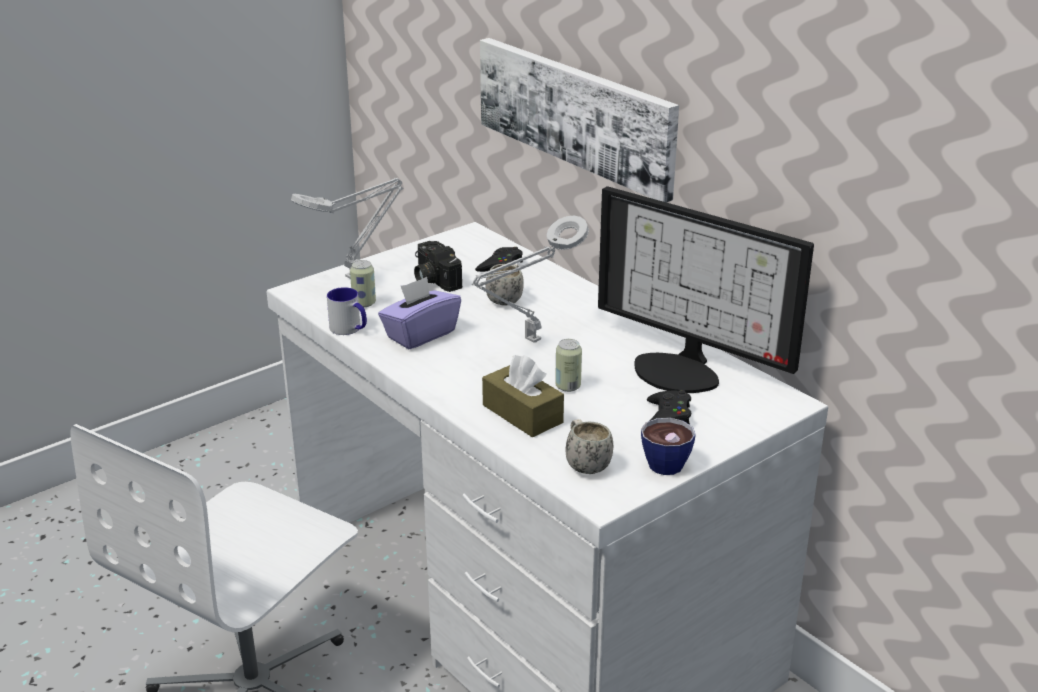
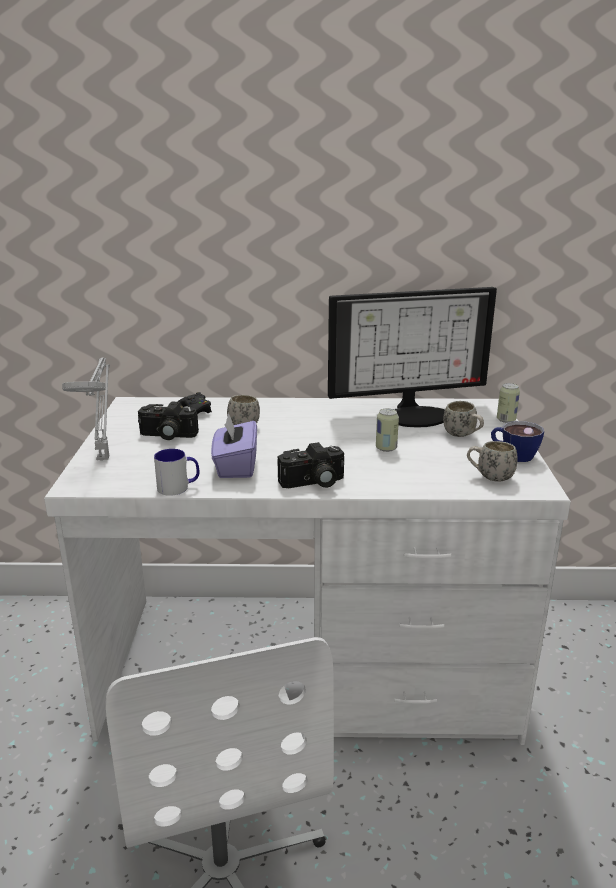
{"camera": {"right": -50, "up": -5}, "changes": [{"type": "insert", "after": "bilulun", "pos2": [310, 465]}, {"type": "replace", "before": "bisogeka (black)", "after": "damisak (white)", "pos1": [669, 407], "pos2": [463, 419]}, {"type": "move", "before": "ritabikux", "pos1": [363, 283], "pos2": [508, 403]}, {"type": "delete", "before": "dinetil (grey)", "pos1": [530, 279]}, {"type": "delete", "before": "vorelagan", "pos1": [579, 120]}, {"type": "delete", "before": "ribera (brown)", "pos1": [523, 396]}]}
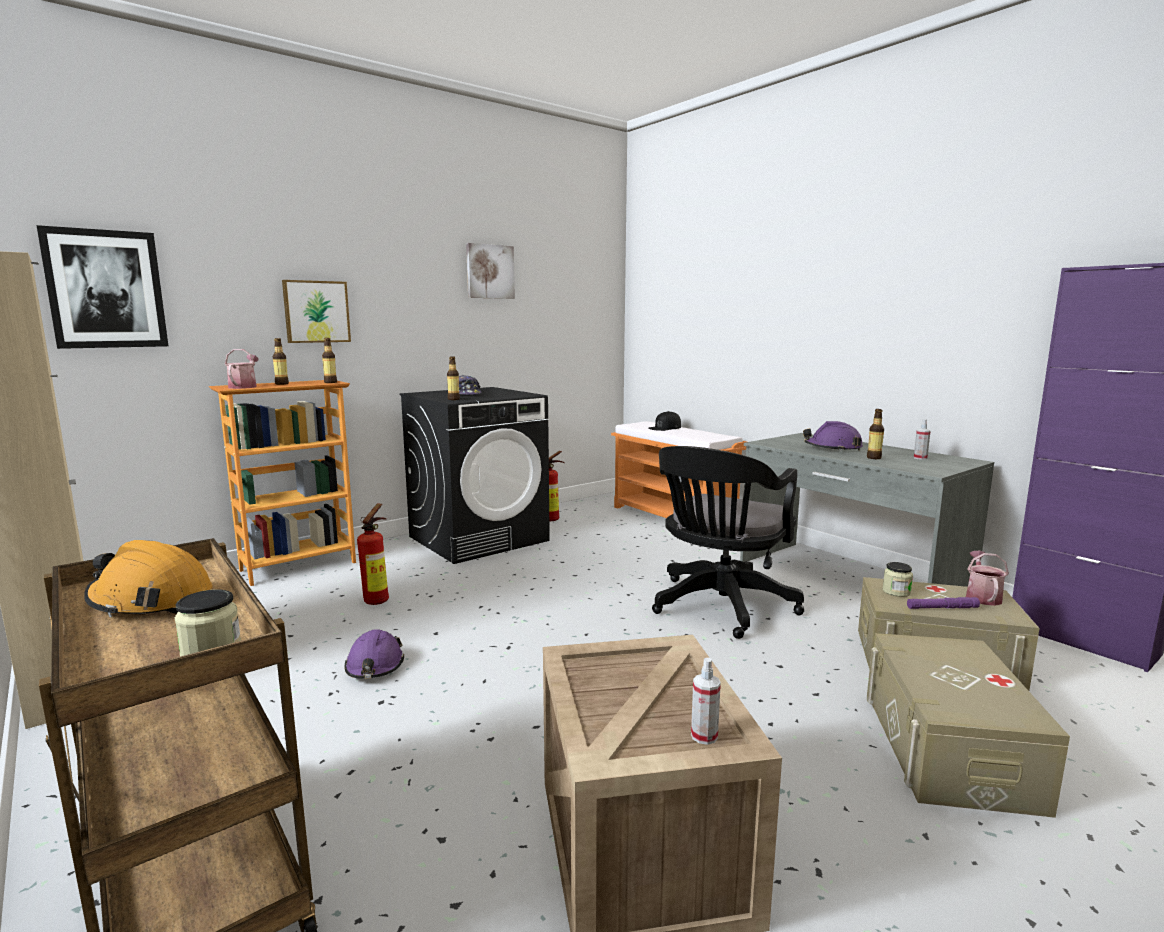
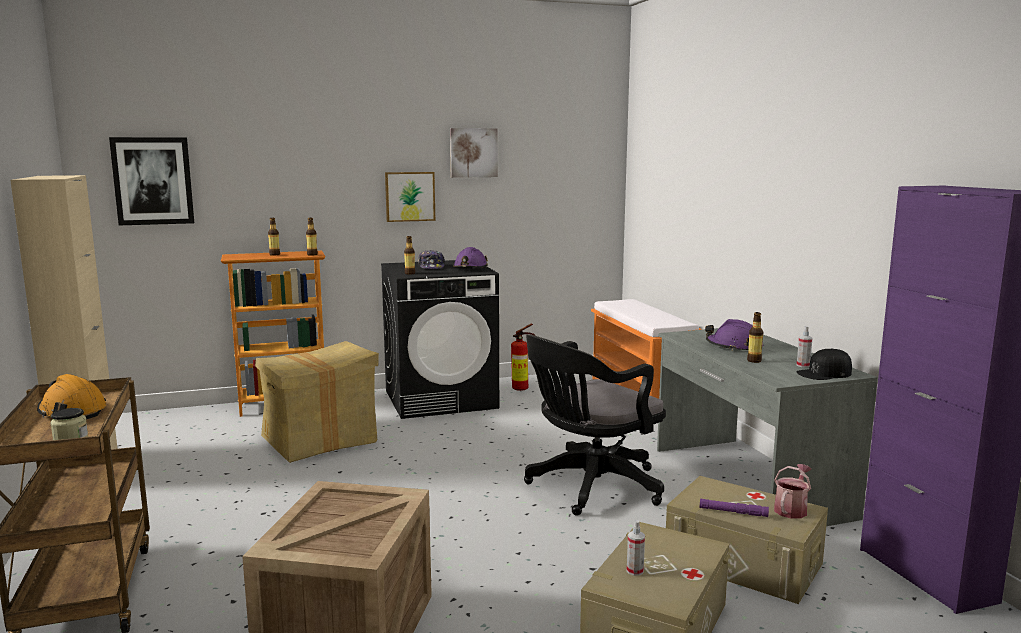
{"camera": {"right": 20, "up": 0}, "changes": [{"type": "replace", "before": "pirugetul", "after": "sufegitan", "pos1": [373, 554], "pos2": [317, 402]}, {"type": "move", "before": "vorelagan", "pos1": [316, 311], "pos2": [410, 197]}, {"type": "move", "before": "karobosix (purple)", "pos1": [374, 654], "pos2": [470, 257]}, {"type": "move", "before": "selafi", "pos1": [706, 701], "pos2": [636, 548]}, {"type": "move", "before": "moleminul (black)", "pos1": [664, 421], "pos2": [824, 364]}, {"type": "delete", "before": "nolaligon", "pos1": [241, 369]}, {"type": "delete", "before": "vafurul", "pos1": [897, 579]}]}
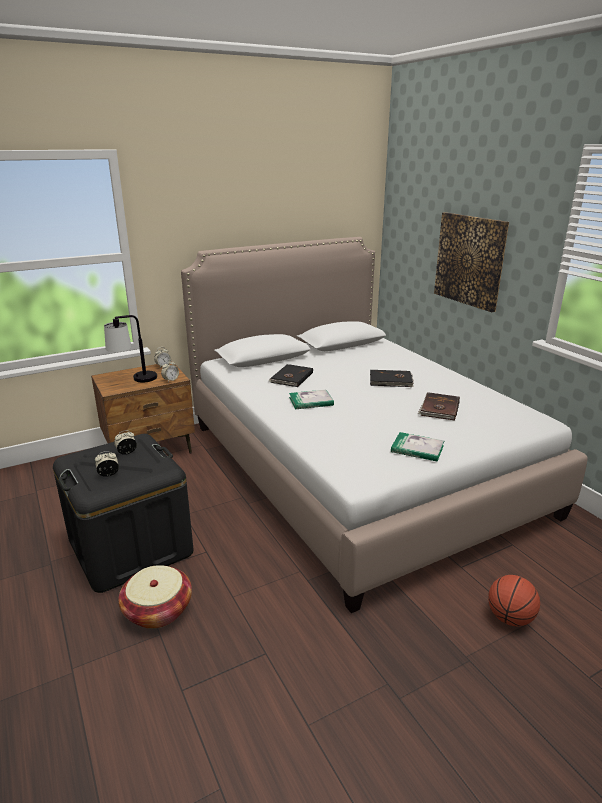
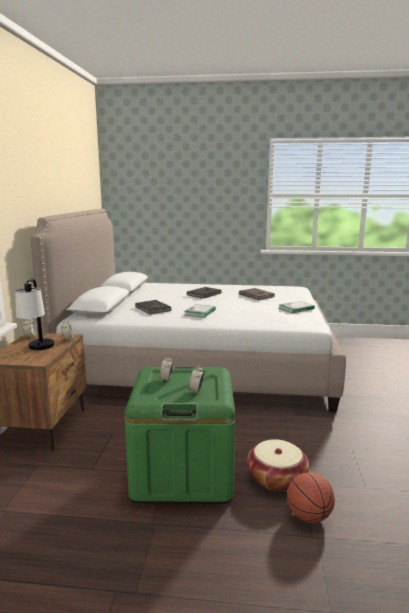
{"camera": {"right": -55, "up": -10}, "changes": [{"type": "recolor", "before": "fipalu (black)", "after": "fipalu (green)", "pos1": [123, 513], "pos2": [179, 435]}, {"type": "move", "before": "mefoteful", "pos1": [514, 600], "pos2": [311, 497]}, {"type": "delete", "before": "vorelagan", "pos1": [471, 262]}]}
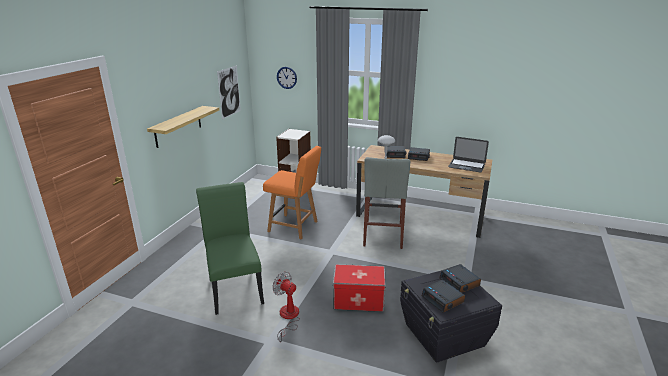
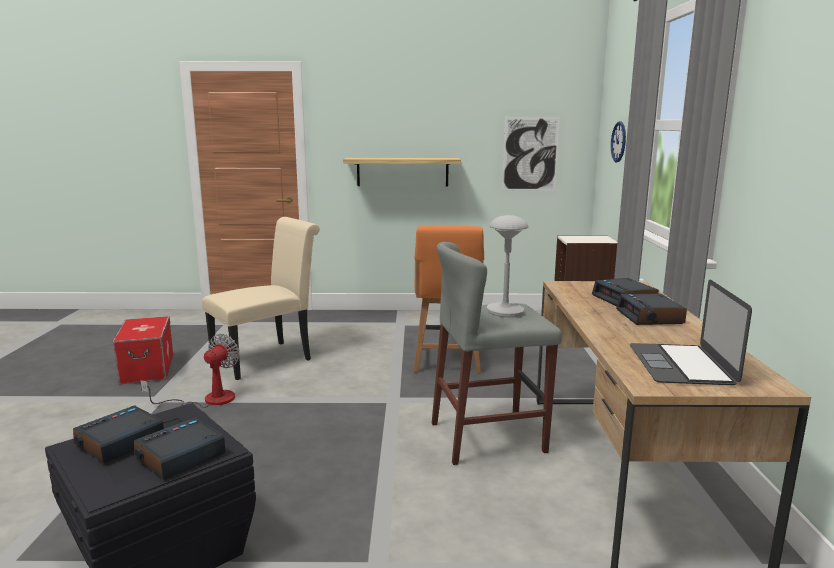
{"camera": {"right": 70, "up": -10}, "changes": [{"type": "move", "before": "fipalu", "pos1": [359, 288], "pos2": [142, 350]}, {"type": "recolor", "before": "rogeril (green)", "after": "rogeril (beige)", "pos1": [230, 248], "pos2": [261, 298]}]}
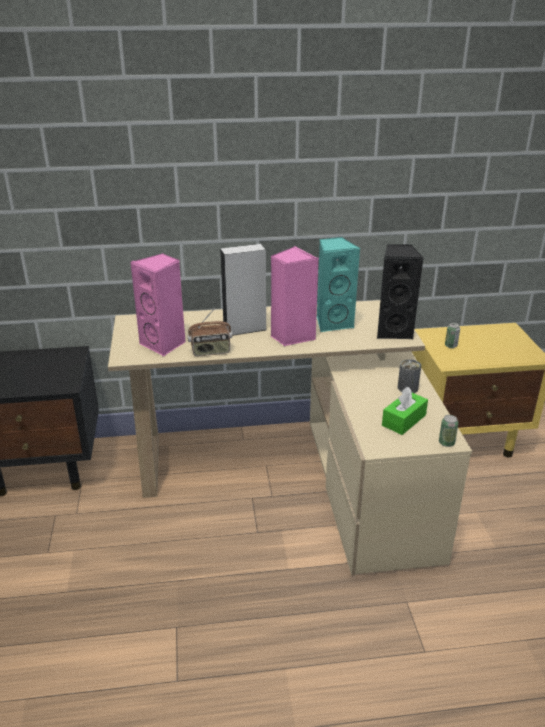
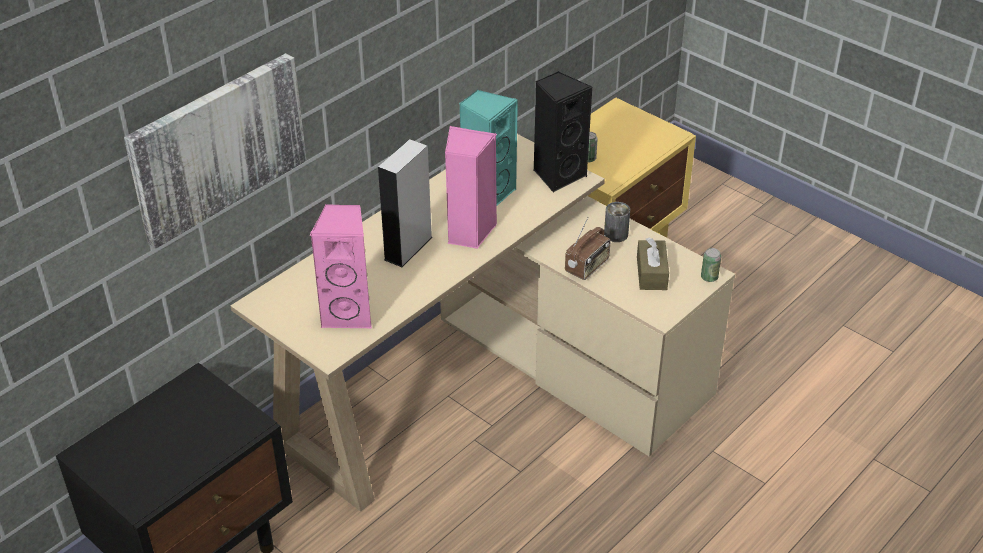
{"camera": {"right": -40, "up": 10}, "changes": [{"type": "insert", "after": "vorelagan", "pos2": [215, 151]}, {"type": "move", "before": "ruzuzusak", "pos1": [210, 332], "pos2": [588, 248]}, {"type": "recolor", "before": "ribera (green)", "after": "ribera (brown)", "pos1": [405, 411], "pos2": [653, 264]}]}
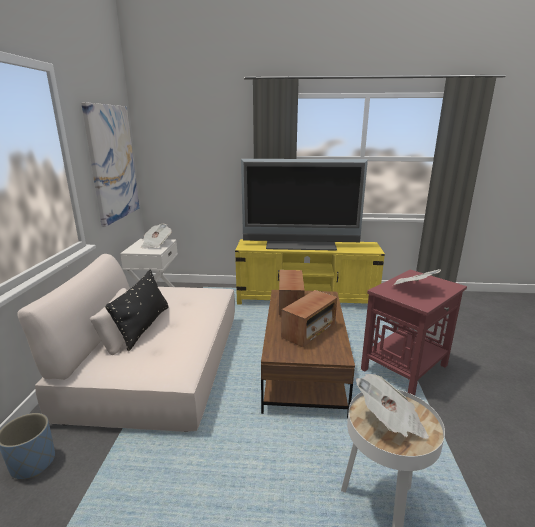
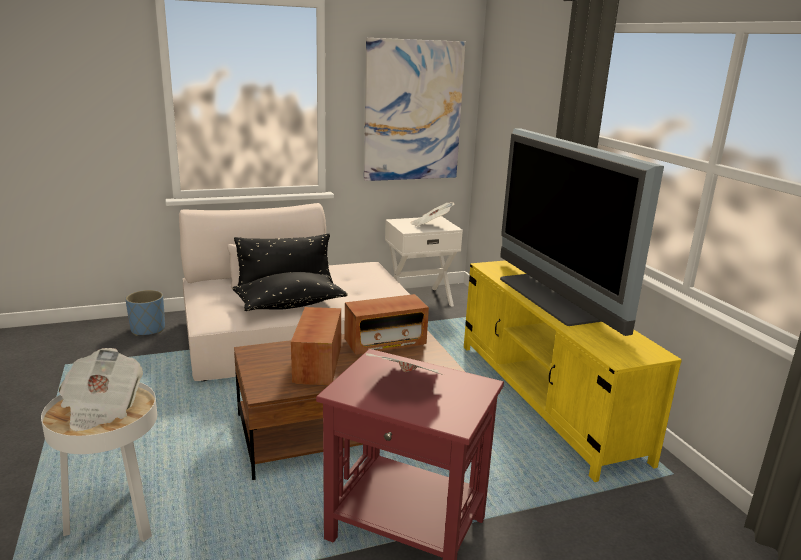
{"camera": {"right": 65, "up": 0}, "changes": [{"type": "insert", "after": "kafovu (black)", "pos2": [290, 291]}, {"type": "rotate", "before": "ruzuzusak", "pos1": [309, 318], "pos2": [316, 346], "turn": 75}]}
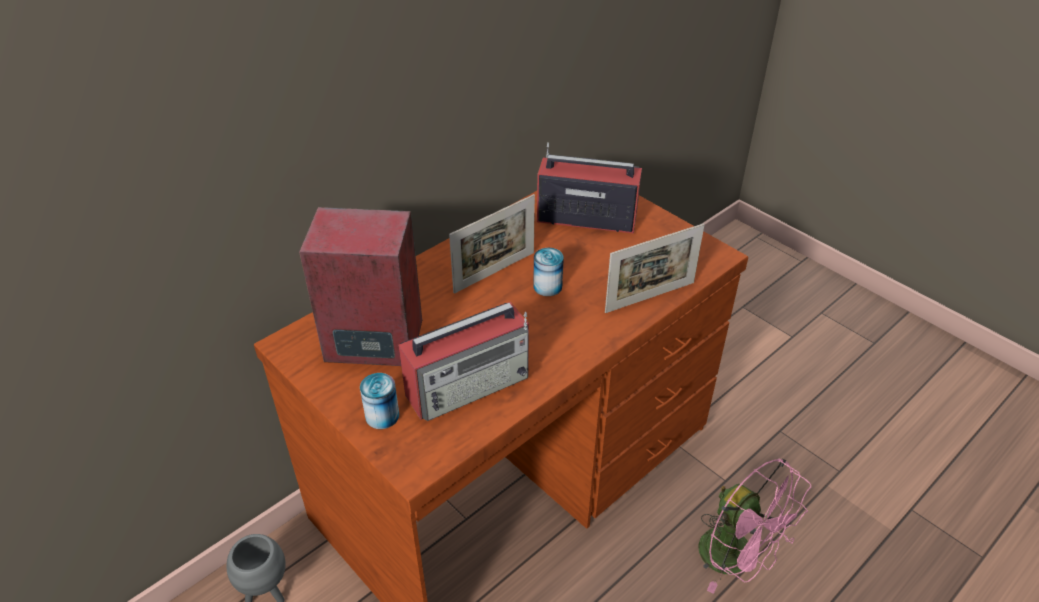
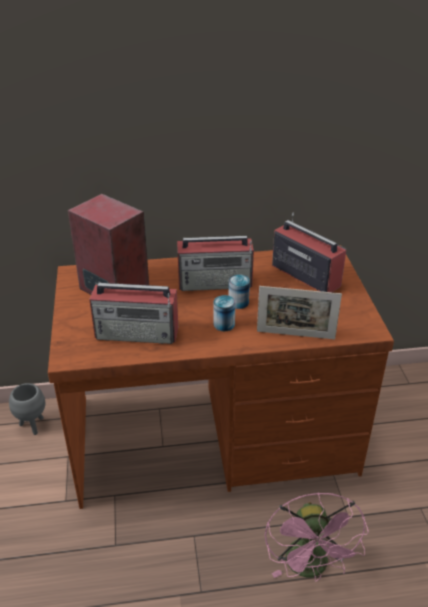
{"camera": {"right": 35, "up": -5}, "changes": [{"type": "replace", "before": "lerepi", "after": "ruzuzusak", "pos1": [492, 244], "pos2": [215, 263]}, {"type": "move", "before": "ritabikux", "pos1": [379, 401], "pos2": [225, 313]}]}
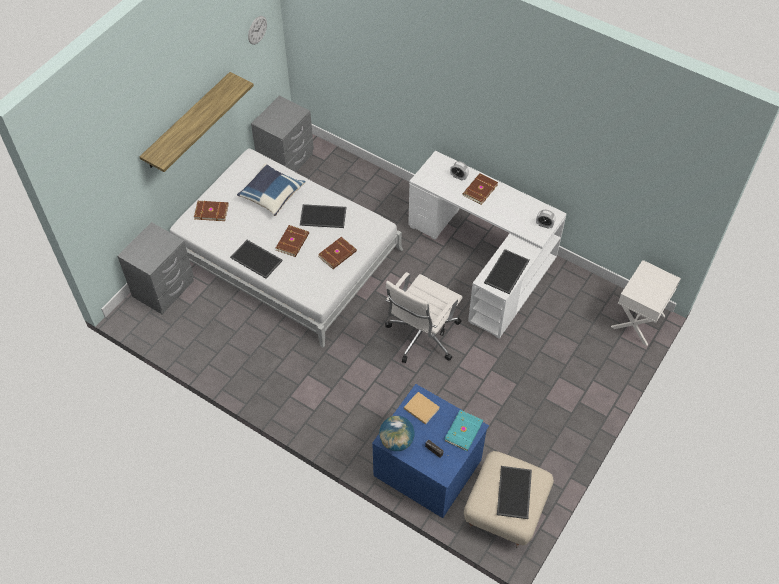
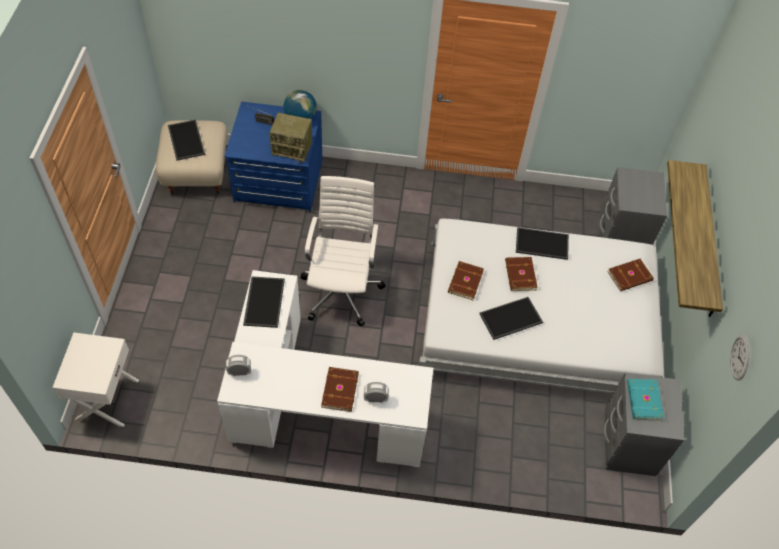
{"camera": {"right": 150, "up": 0}, "changes": [{"type": "replace", "before": "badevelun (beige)", "after": "ruzuzusak", "pos1": [422, 408], "pos2": [290, 138]}, {"type": "move", "before": "badevelun (turquoise)", "pos1": [463, 430], "pos2": [645, 400]}, {"type": "delete", "before": "kafovu (blue)", "pos1": [271, 189]}]}
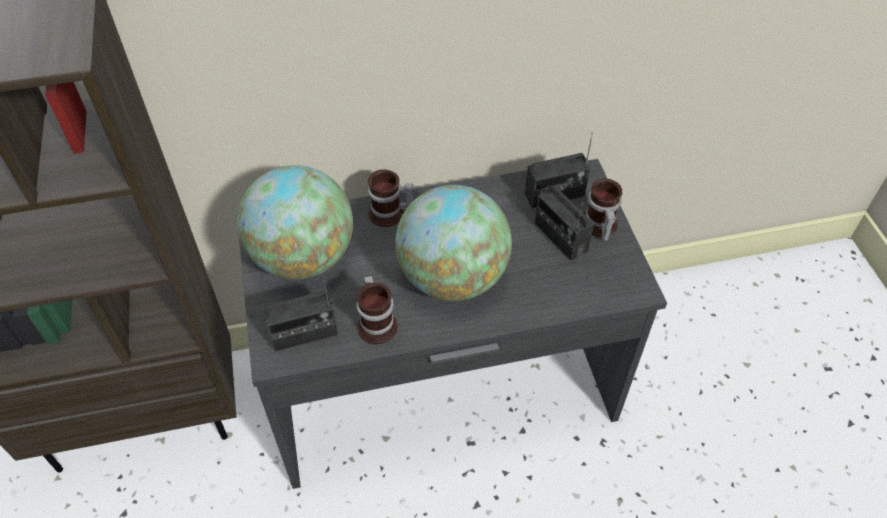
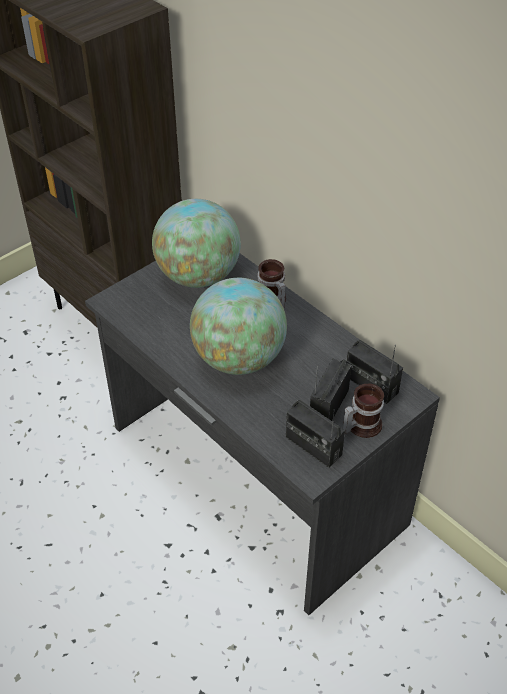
{"camera": {"right": 60, "up": -5}, "changes": [{"type": "move", "before": "ruzuzusak", "pos1": [300, 313], "pos2": [315, 434]}, {"type": "delete", "before": "damisak", "pos1": [377, 310]}]}
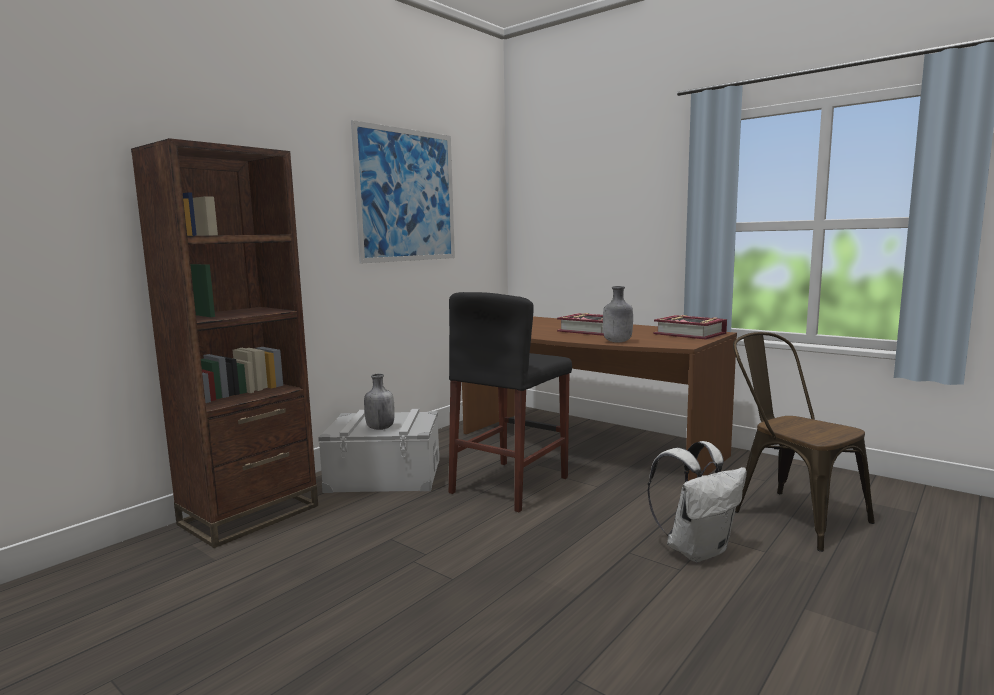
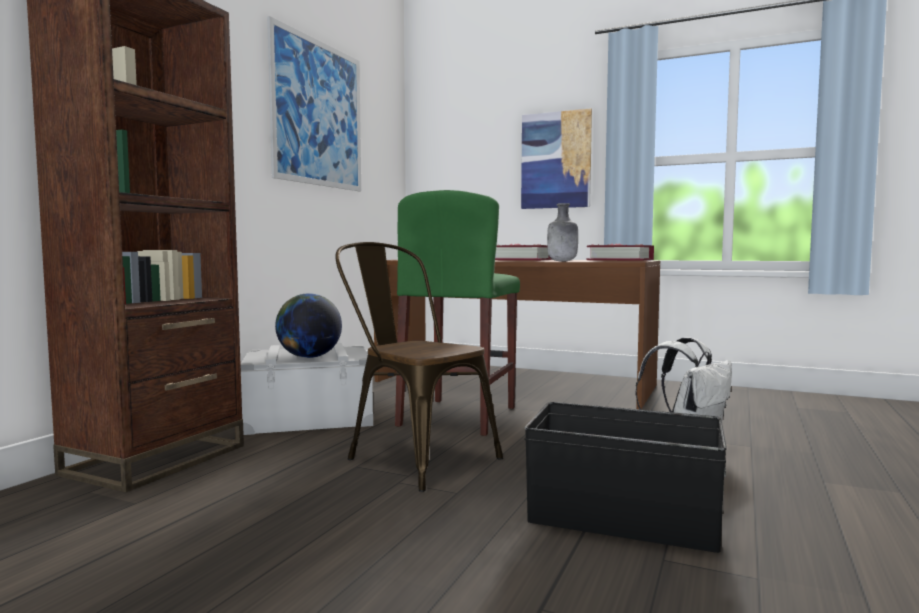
{"camera": {"right": -15, "up": -5}, "changes": [{"type": "replace", "before": "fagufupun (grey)", "after": "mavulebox", "pos1": [379, 402], "pos2": [308, 325]}, {"type": "move", "before": "rogeril (brown)", "pos1": [804, 442], "pos2": [419, 367]}, {"type": "recolor", "before": "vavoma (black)", "after": "vavoma (green)", "pos1": [510, 402], "pos2": [457, 313]}, {"type": "insert", "after": "vorelagan", "pos2": [556, 158]}, {"type": "insert", "after": "fipalu (black)", "pos2": [625, 477]}]}
